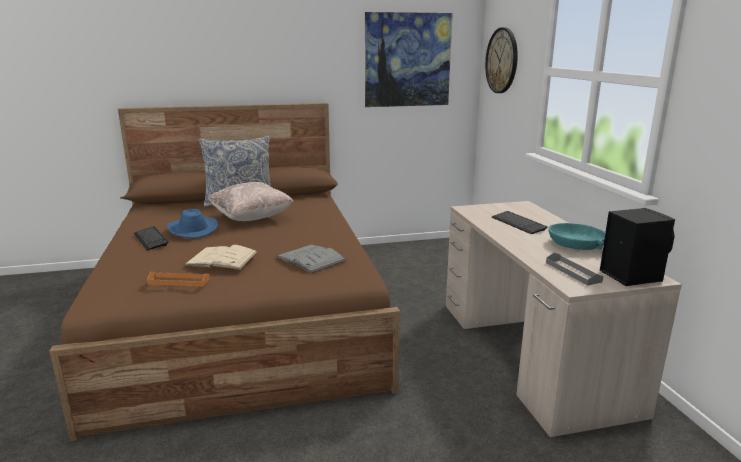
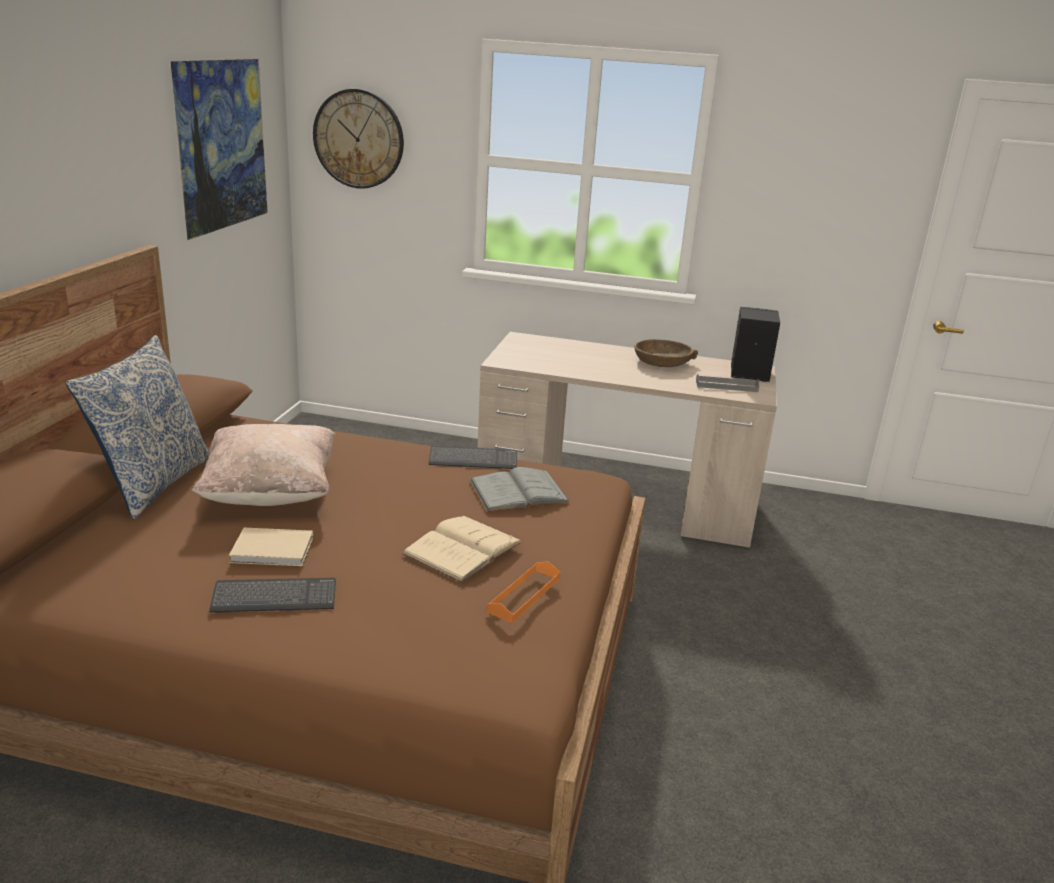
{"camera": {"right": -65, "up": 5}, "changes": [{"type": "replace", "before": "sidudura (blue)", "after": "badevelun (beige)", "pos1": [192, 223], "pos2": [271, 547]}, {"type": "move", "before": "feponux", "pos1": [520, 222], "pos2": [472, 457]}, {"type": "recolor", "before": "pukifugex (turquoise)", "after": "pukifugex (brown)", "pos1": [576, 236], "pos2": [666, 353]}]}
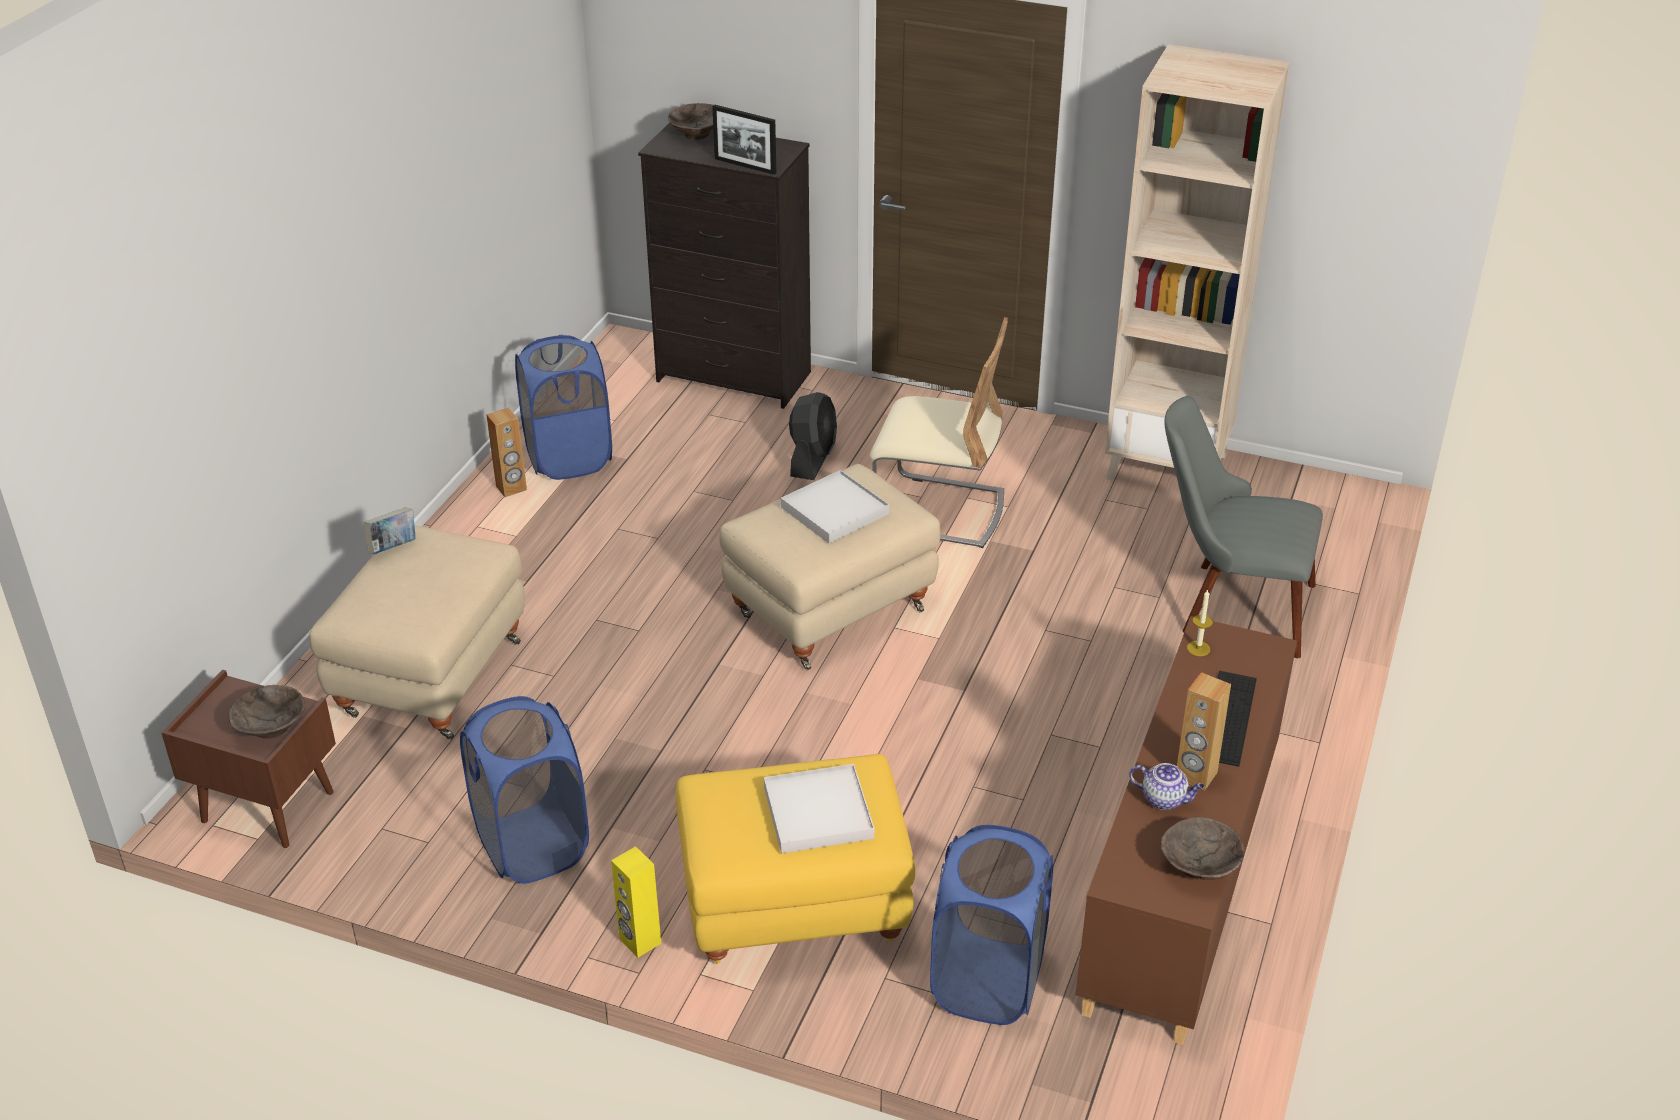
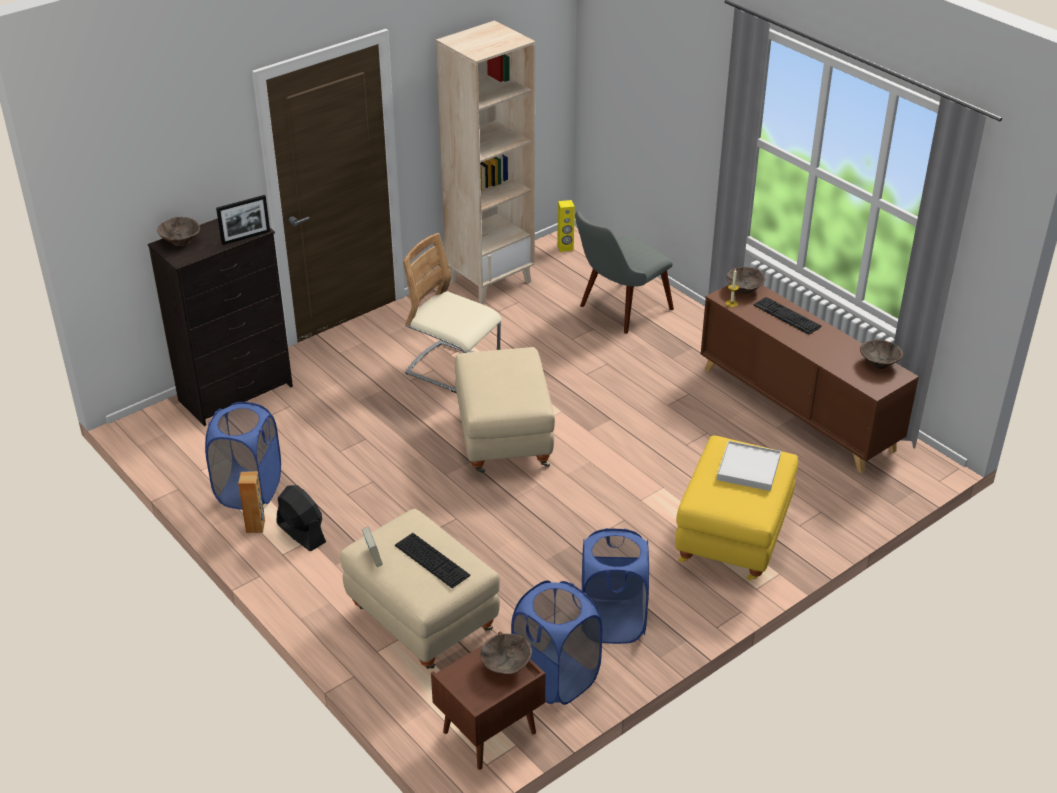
{"camera": {"right": -60, "up": 0}, "changes": [{"type": "move", "before": "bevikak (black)", "pos1": [813, 436], "pos2": [301, 518]}, {"type": "insert", "after": "feponux", "pos2": [432, 560]}, {"type": "rotate", "before": "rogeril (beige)", "pos1": [939, 432], "pos2": [452, 313], "turn": -105}, {"type": "move", "before": "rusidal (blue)", "pos1": [991, 925], "pos2": [557, 642]}, {"type": "move", "before": "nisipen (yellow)", "pos1": [636, 902], "pos2": [566, 226]}, {"type": "insert", "after": "pukifugex (brown)", "pos2": [745, 280]}, {"type": "delete", "before": "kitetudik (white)", "pos1": [835, 506]}, {"type": "delete", "before": "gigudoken", "pos1": [1166, 786]}, {"type": "delete", "before": "nisipen (brown)", "pos1": [1204, 731]}]}
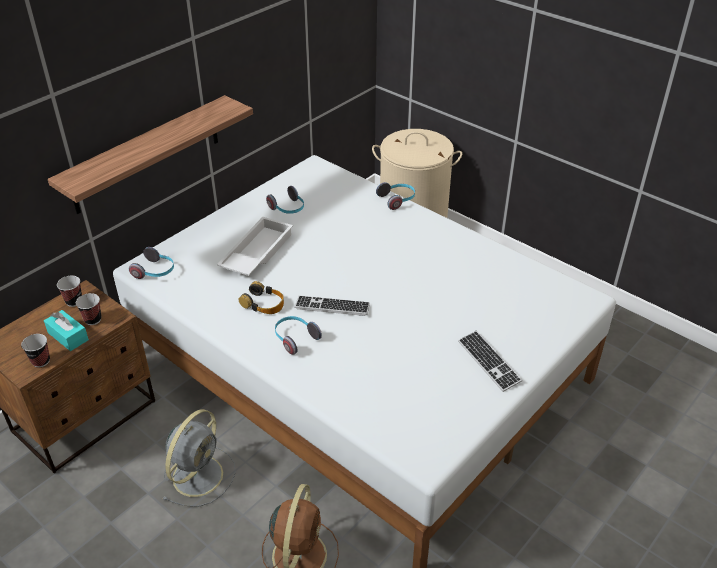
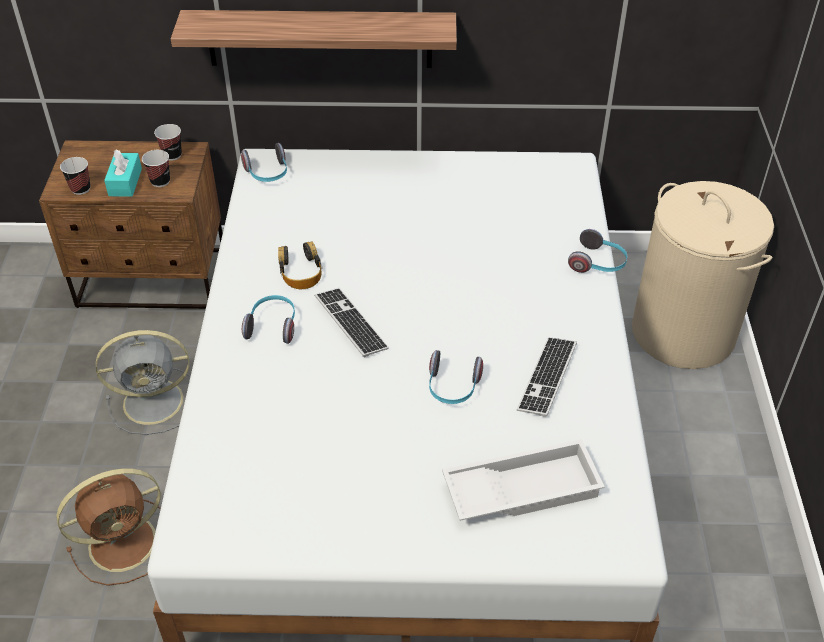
{"camera": {"right": 50, "up": 5}, "changes": [{"type": "move", "before": "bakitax", "pos1": [285, 200], "pos2": [456, 377]}, {"type": "move", "before": "kitetudik (white)", "pos1": [255, 246], "pos2": [523, 480]}, {"type": "move", "before": "feponux", "pos1": [490, 361], "pos2": [547, 377]}]}
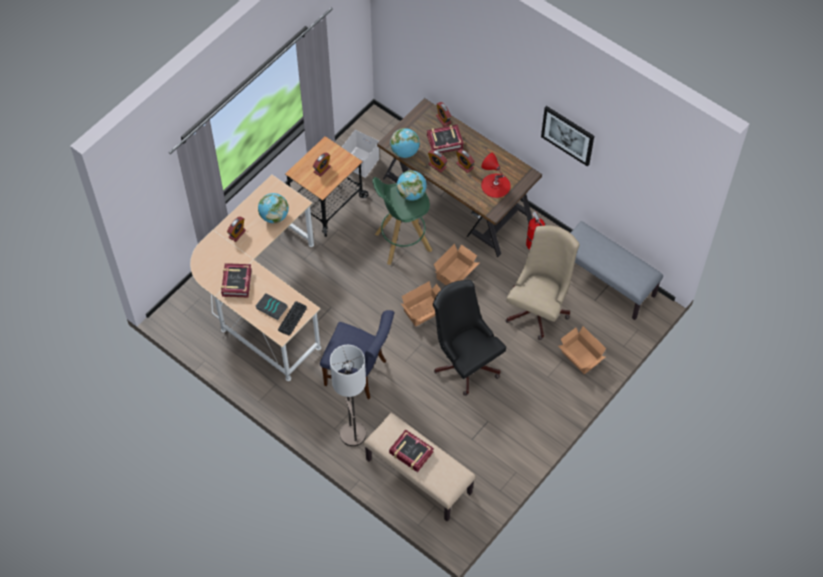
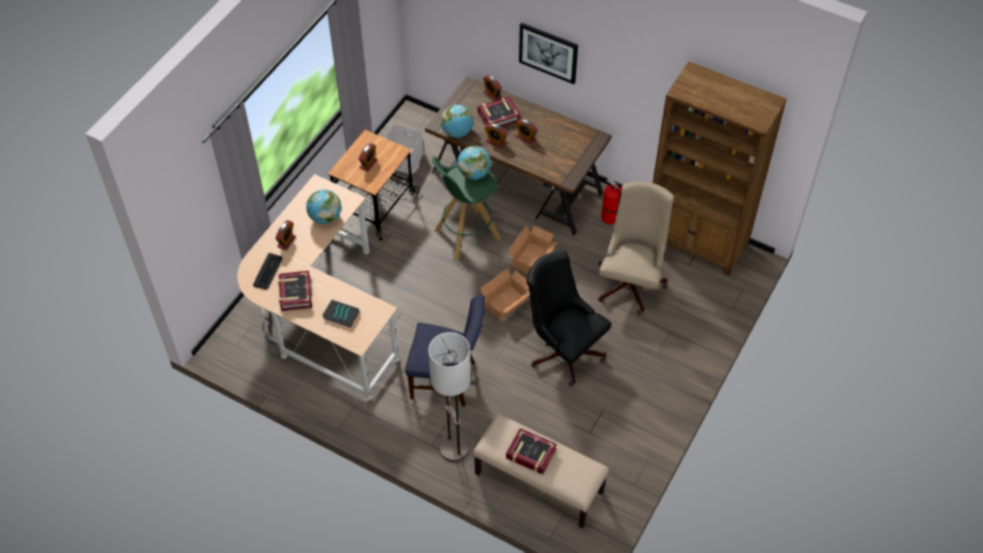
{"camera": {"right": -10, "up": -5}, "changes": [{"type": "move", "before": "feponux", "pos1": [292, 318], "pos2": [267, 271]}, {"type": "move", "before": "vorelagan", "pos1": [567, 136], "pos2": [548, 53]}, {"type": "replace", "before": "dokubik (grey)", "after": "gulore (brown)", "pos1": [617, 270], "pos2": [720, 168]}, {"type": "delete", "before": "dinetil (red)", "pos1": [496, 175]}, {"type": "delete", "before": "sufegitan", "pos1": [582, 350]}]}
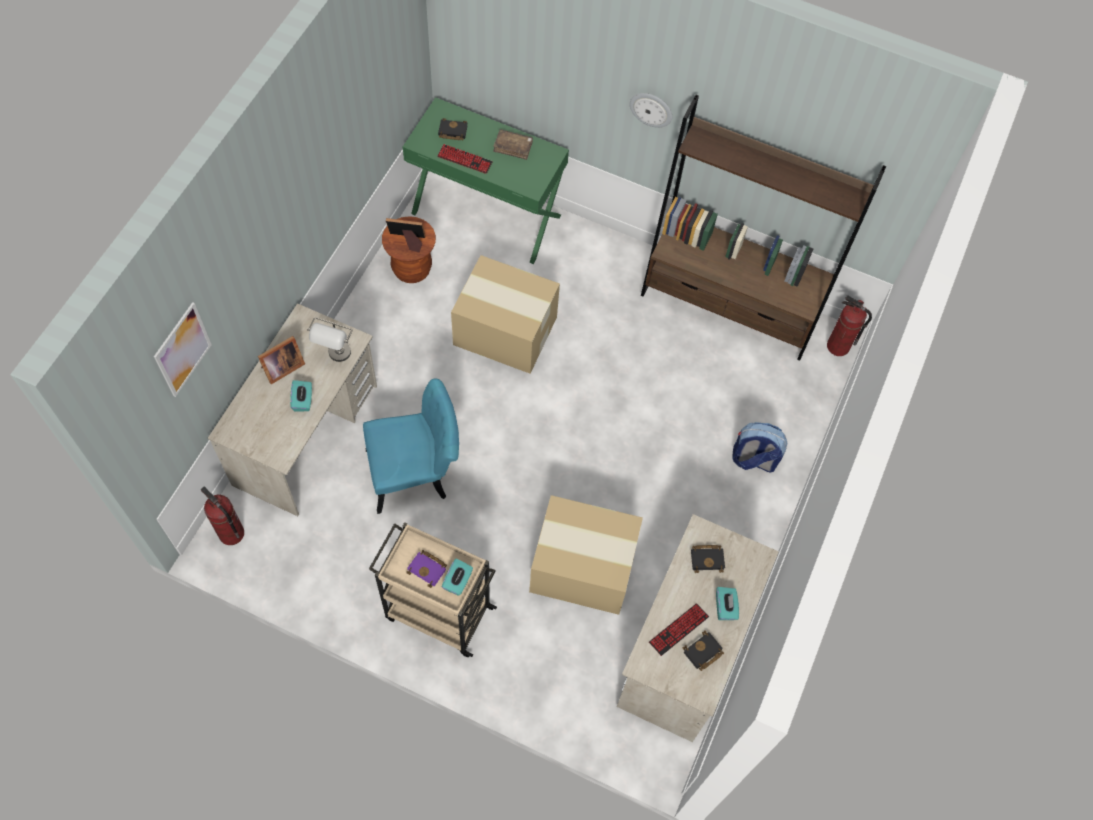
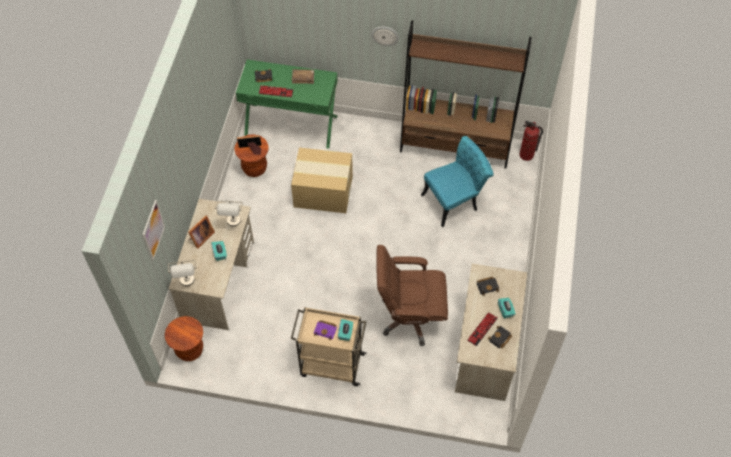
{"camera": {"right": -10, "up": -5}, "changes": [{"type": "replace", "before": "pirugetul", "after": "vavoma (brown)", "pos1": [222, 516], "pos2": [184, 338]}, {"type": "insert", "after": "dinetil (grey)", "pos2": [182, 273]}, {"type": "replace", "before": "sufegitan", "after": "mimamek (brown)", "pos1": [586, 555], "pos2": [412, 295]}, {"type": "move", "before": "rogeril (turquoise)", "pos1": [411, 446], "pos2": [457, 181]}, {"type": "delete", "before": "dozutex", "pos1": [760, 447]}]}
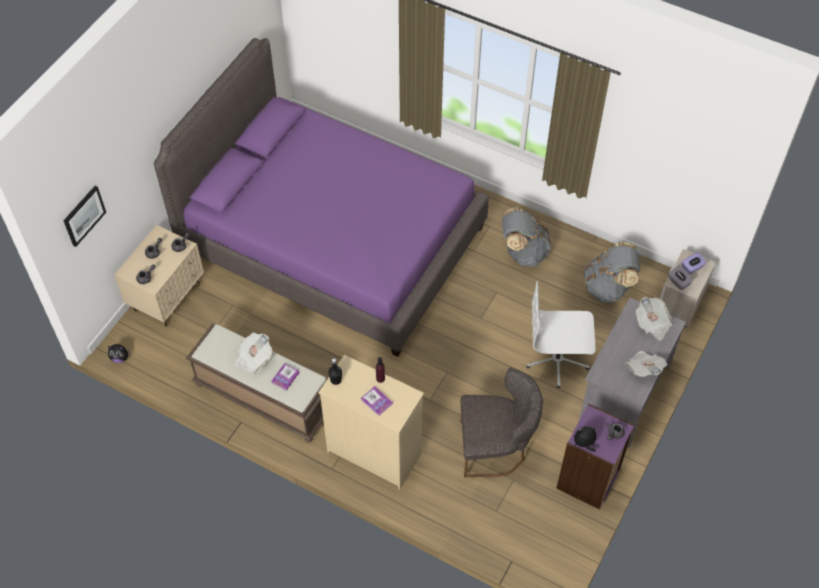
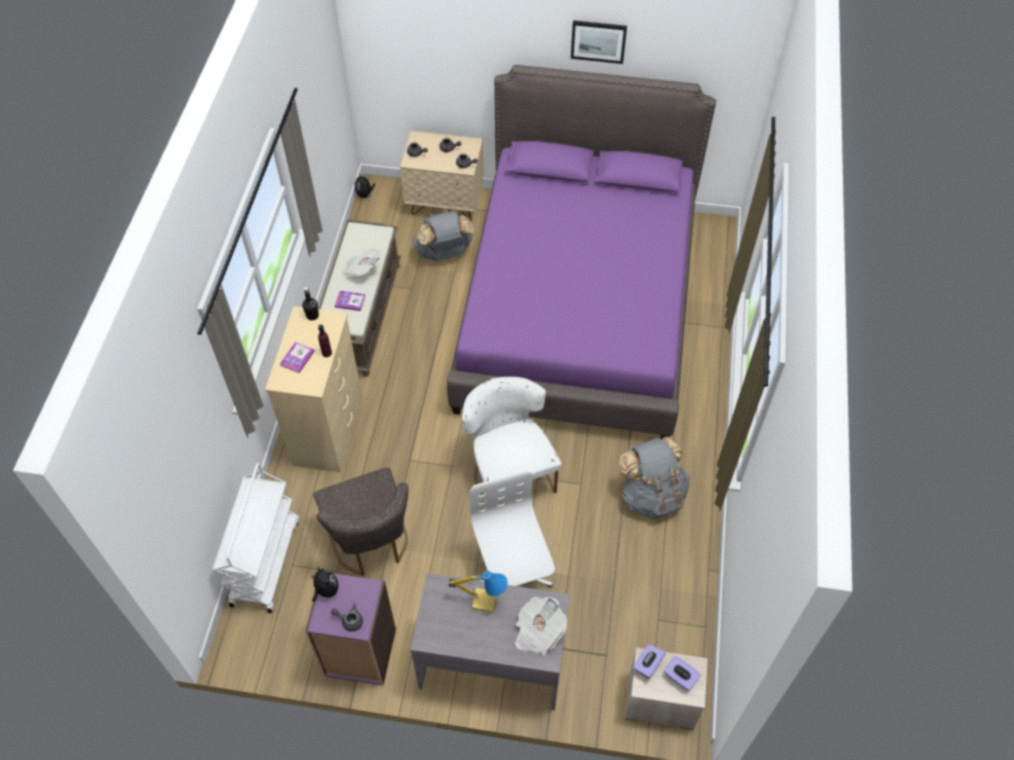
{"camera": {"right": 70, "up": 0}, "changes": [{"type": "insert", "after": "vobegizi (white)", "pos2": [256, 538]}, {"type": "move", "before": "dozutex (grey)", "pos1": [612, 272], "pos2": [443, 235]}, {"type": "insert", "after": "dinetil", "pos2": [478, 592]}, {"type": "insert", "after": "rogeril (white)", "pos2": [511, 439]}, {"type": "move", "before": "vorelagan", "pos1": [84, 216], "pos2": [599, 42]}, {"type": "recolor", "before": "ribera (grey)", "after": "ribera (purple)", "pos1": [680, 278], "pos2": [650, 661]}, {"type": "delete", "before": "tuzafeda", "pos1": [647, 364]}]}
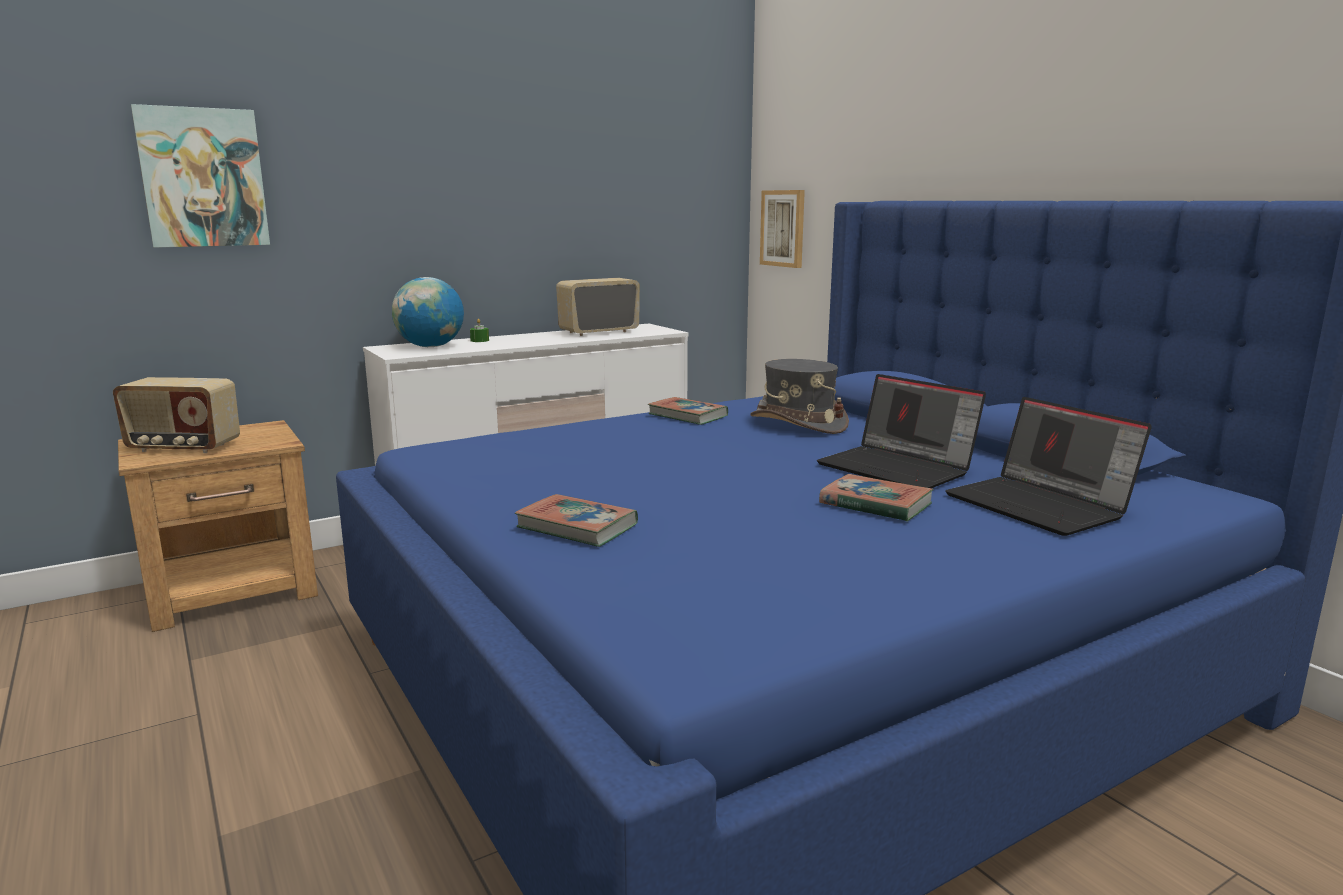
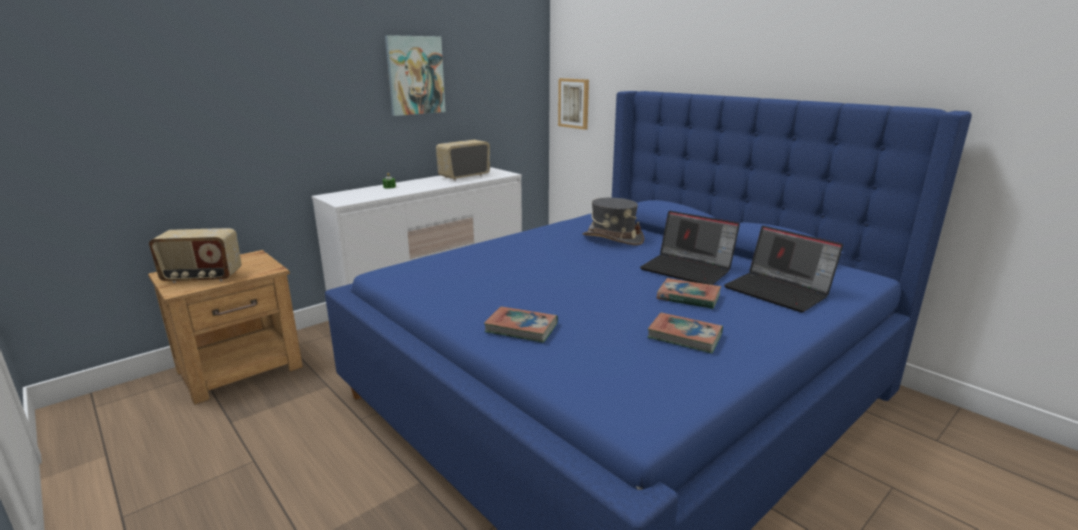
{"camera": {"right": -10, "up": 5}, "changes": [{"type": "move", "before": "vorelagan", "pos1": [200, 176], "pos2": [415, 75]}, {"type": "move", "before": "badevelun", "pos1": [688, 411], "pos2": [685, 332]}, {"type": "delete", "before": "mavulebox", "pos1": [428, 312]}]}
